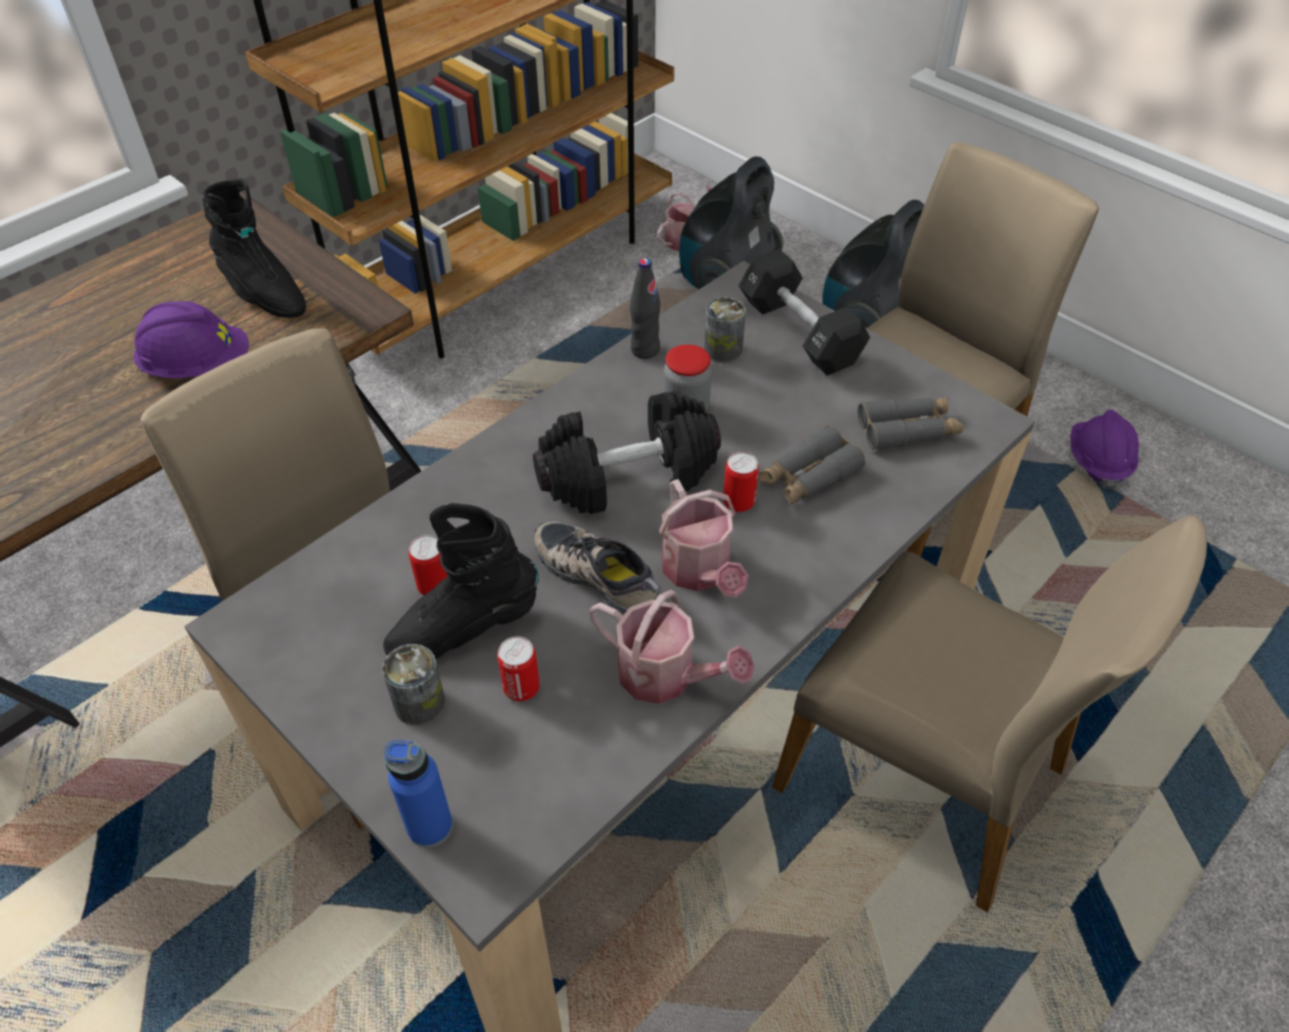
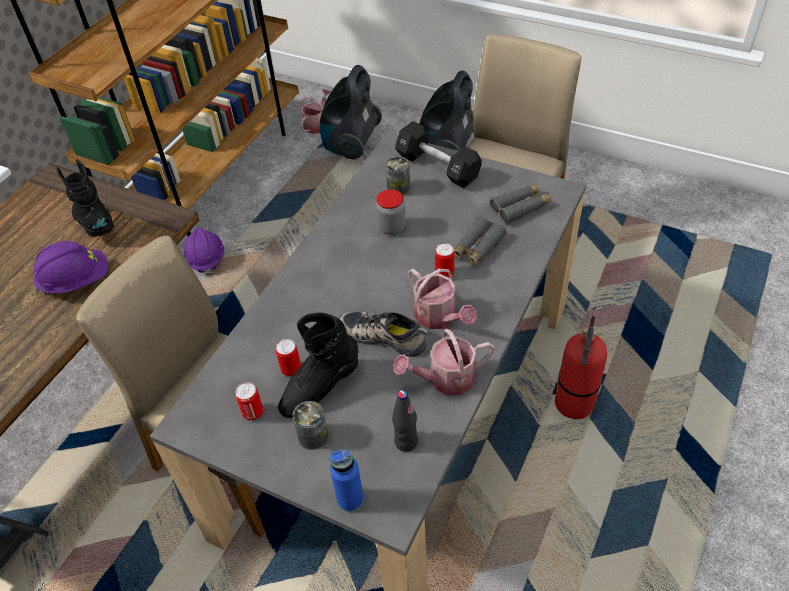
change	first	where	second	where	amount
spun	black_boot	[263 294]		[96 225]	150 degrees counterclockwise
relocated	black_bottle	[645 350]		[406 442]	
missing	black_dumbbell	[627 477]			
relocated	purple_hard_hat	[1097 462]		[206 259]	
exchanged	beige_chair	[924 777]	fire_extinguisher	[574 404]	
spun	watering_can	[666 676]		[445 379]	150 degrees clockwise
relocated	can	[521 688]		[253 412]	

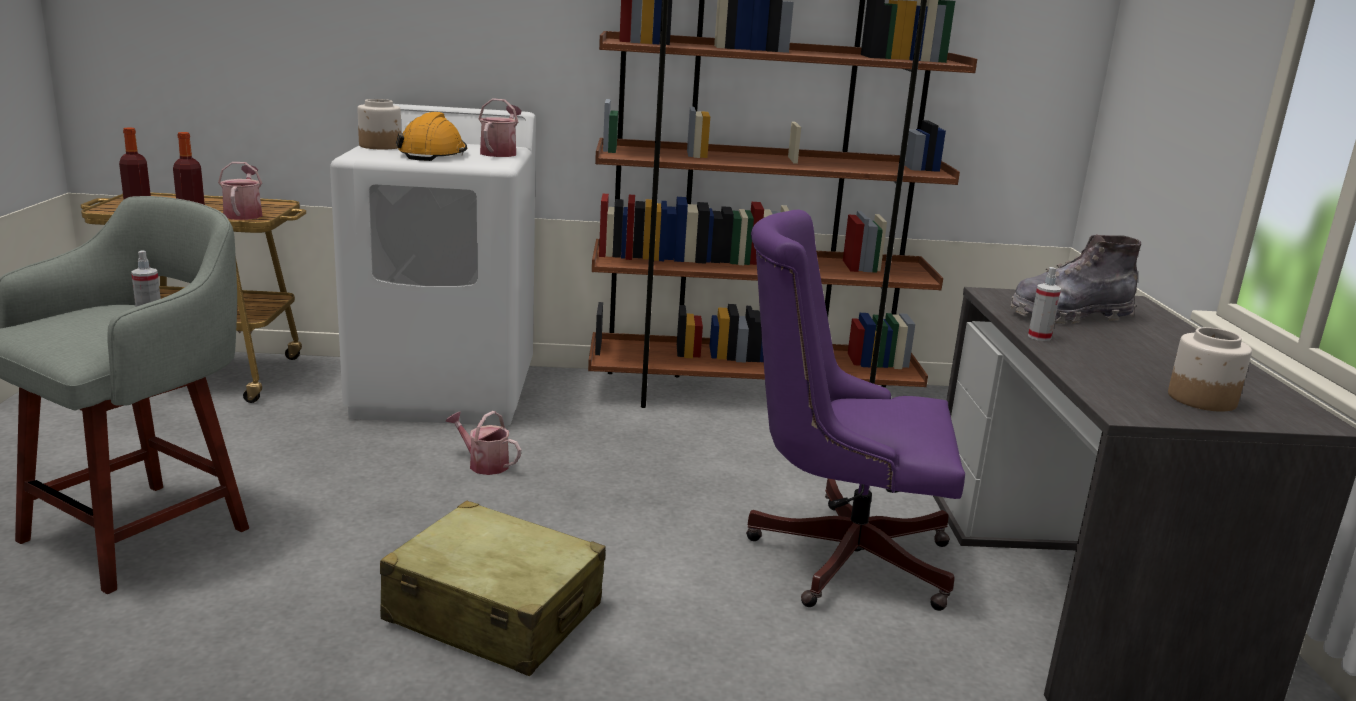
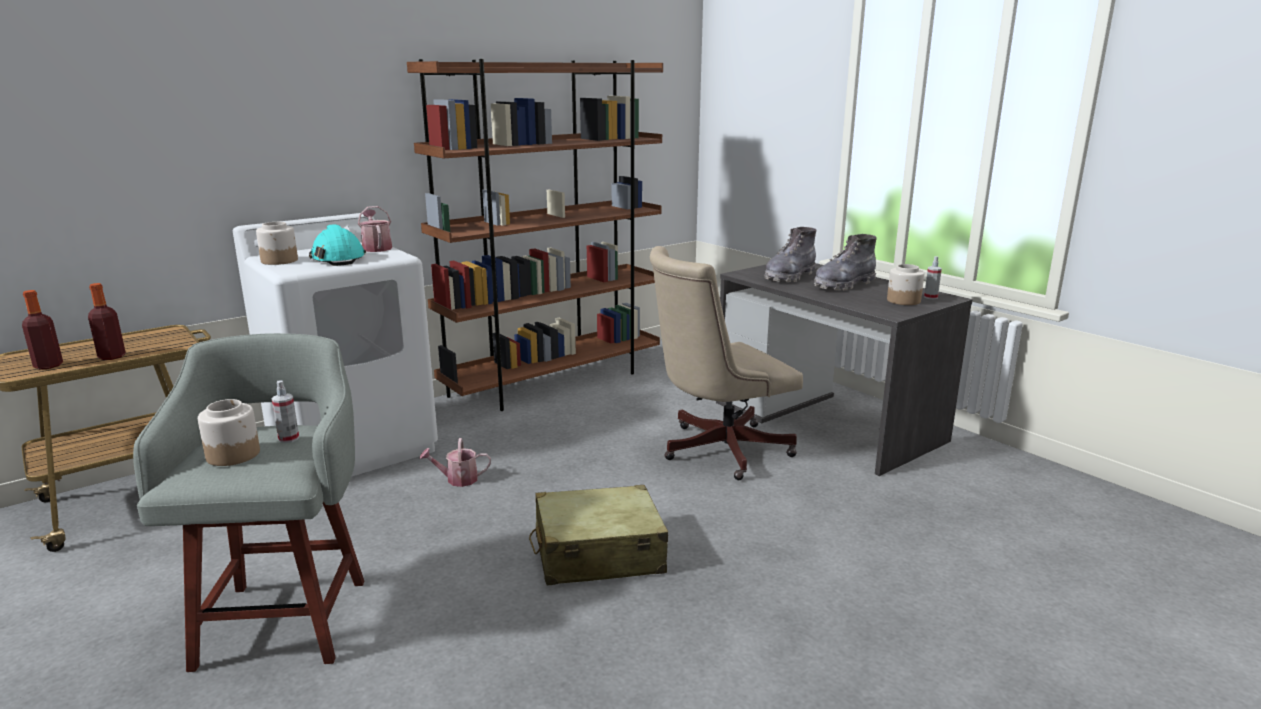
change	first	where	second	where	amount
colour	orange_hard_hat	[433 154]	turquoise_hard_hat	[337 259]	
missing	watering_can	[244 214]			
colour	purple_office_chair	[837 555]	beige_office_chair	[717 450]	
relocated	spray_bottle	[1039 337]		[930 297]	
appeared			grey_boot	[843 285]	
appeared			jar	[233 454]	

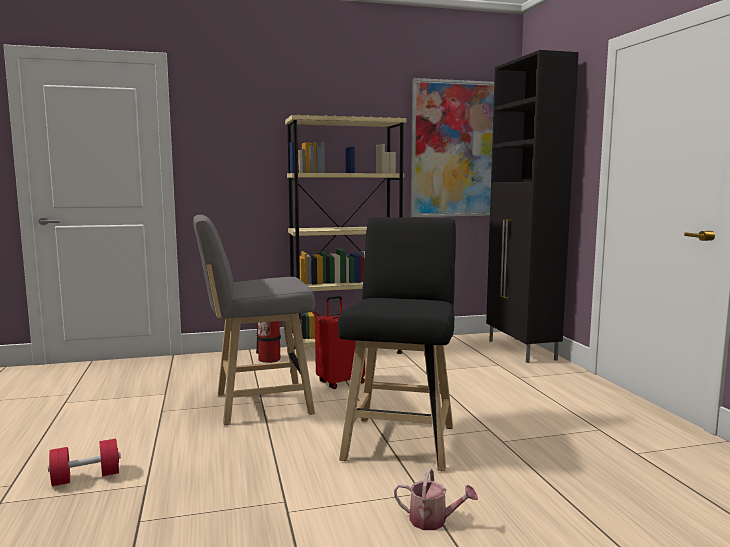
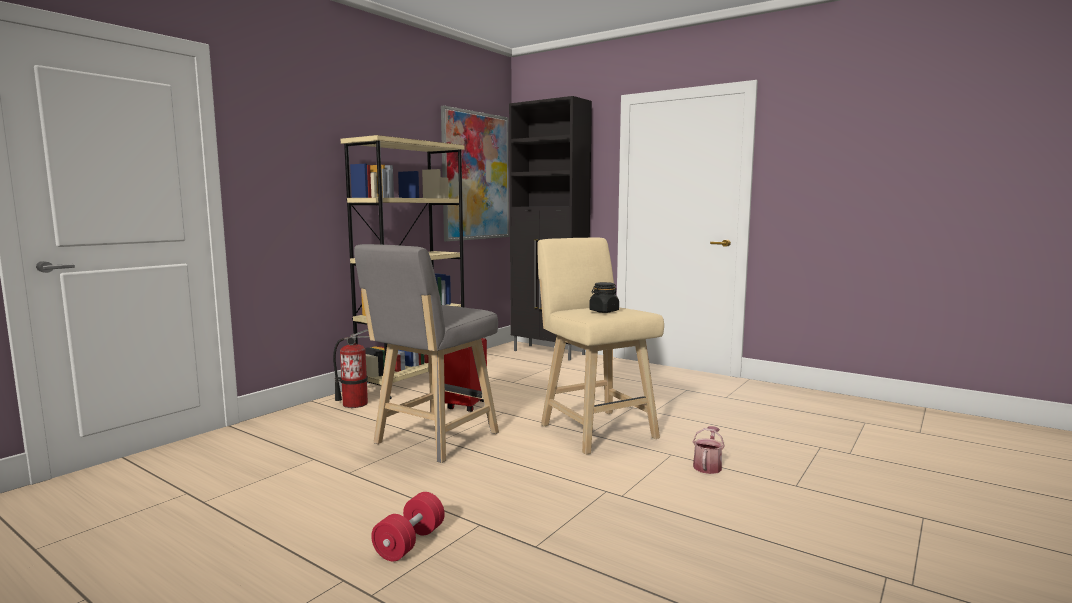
change	first	where	second	where	amount
colour	black_stool	[401 439]	beige_stool	[595 429]	
spun	watering_can	[433 521]		[708 465]	45 degrees counterclockwise
appeared			black_jar	[604 311]	

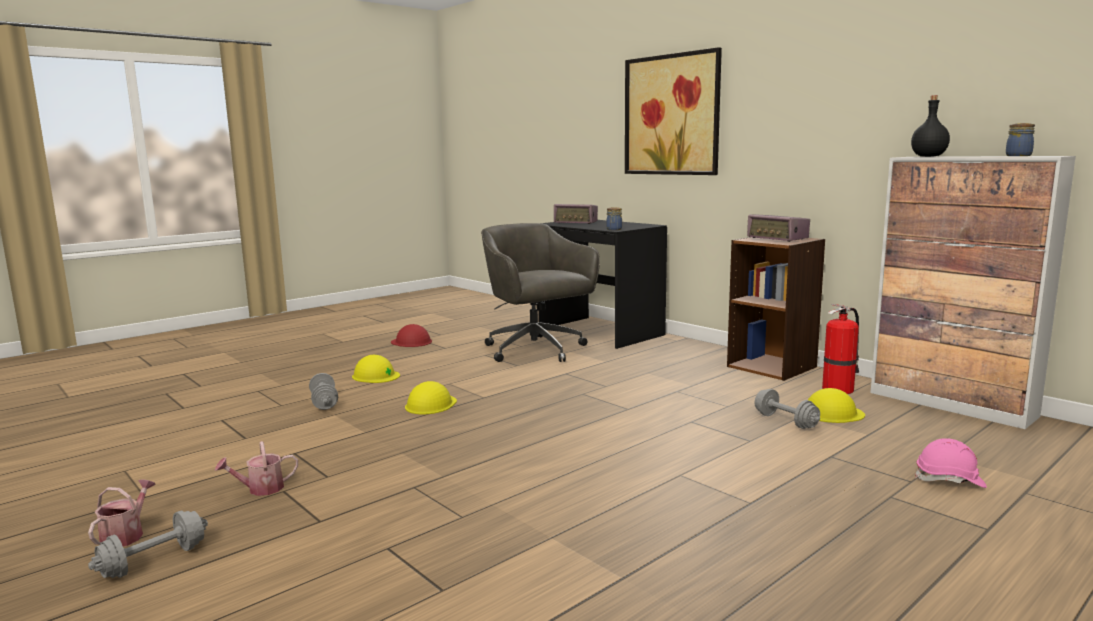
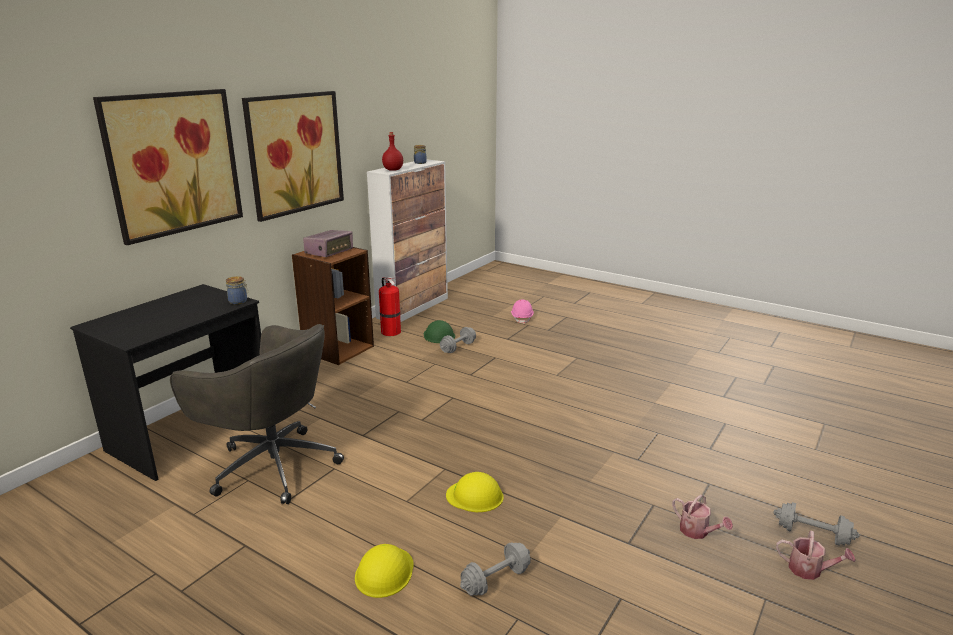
change	first	where	second	where	amount
colour	black_bottle	[928 156]	red_bottle	[392 170]	
missing	radio	[576 223]			
spun	grey_office_chair	[536 350]		[272 465]	105 degrees counterclockwise
missing	red_hard_hat	[411 342]			
colour	yellow_hard_hat	[832 413]	green_hard_hat	[439 335]	
spun	watering_can	[126 535]		[809 570]	150 degrees counterclockwise
appeared			picture	[295 153]	

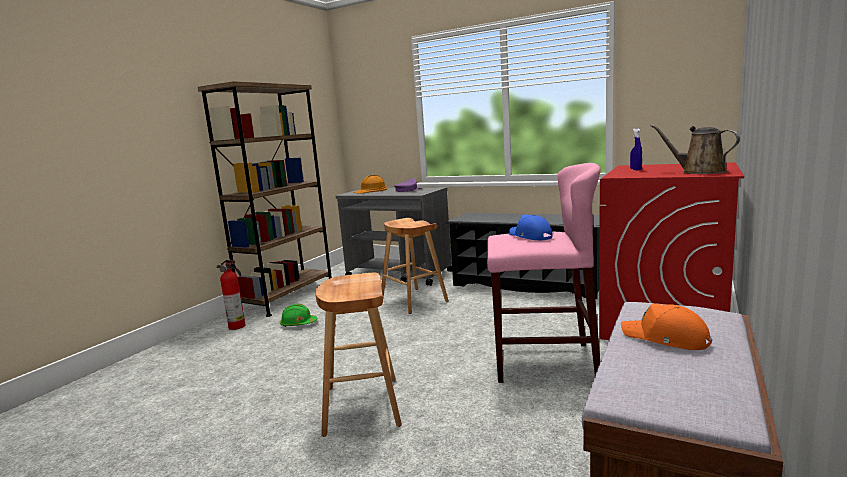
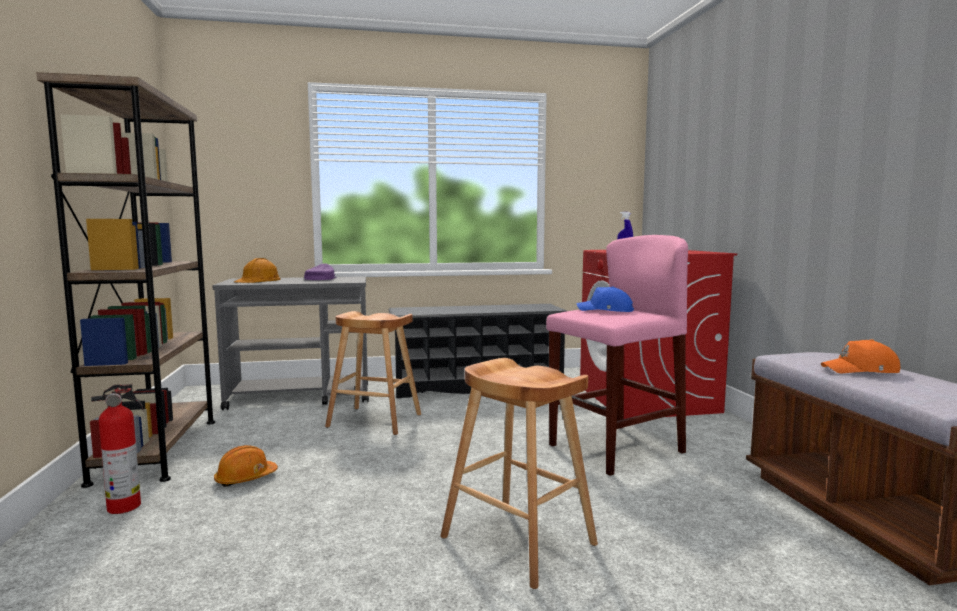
change	first	where	second	where	amount
missing	brown_watering_can	[698 172]			
colour	green_hard_hat	[298 324]	orange_hard_hat	[245 478]	

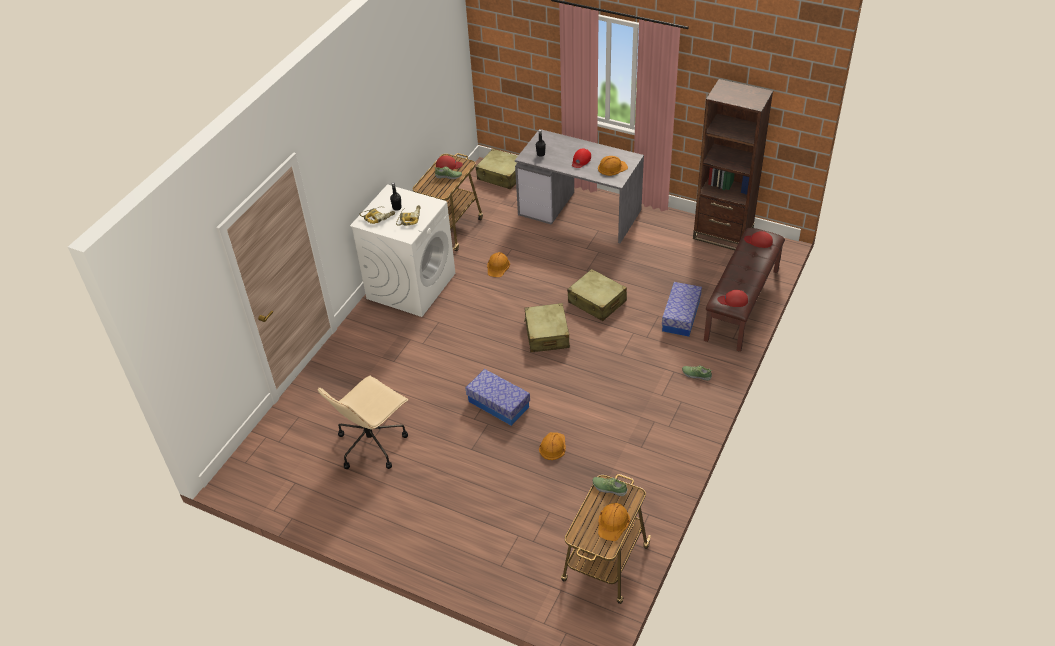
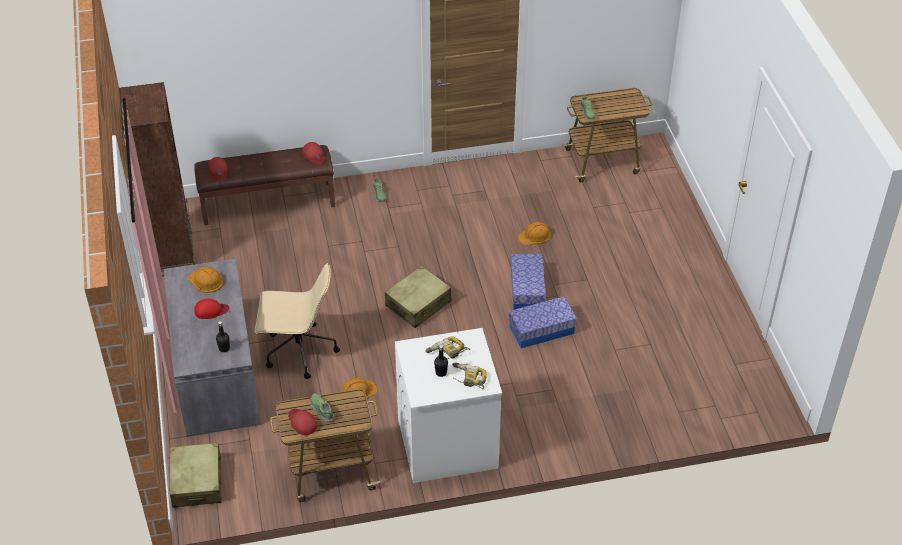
change	first	where	second	where	amount
missing	beige_suitcase	[597 302]			
relocated	storage_box	[681 316]		[541 330]	
relocated	beige_office_chair	[372 443]		[299 351]	
missing	orange_hard_hat	[613 522]			

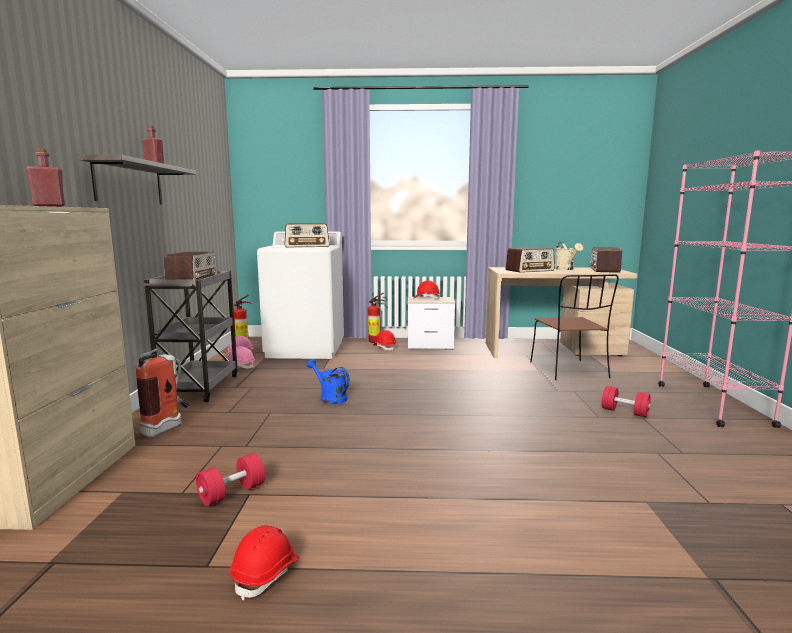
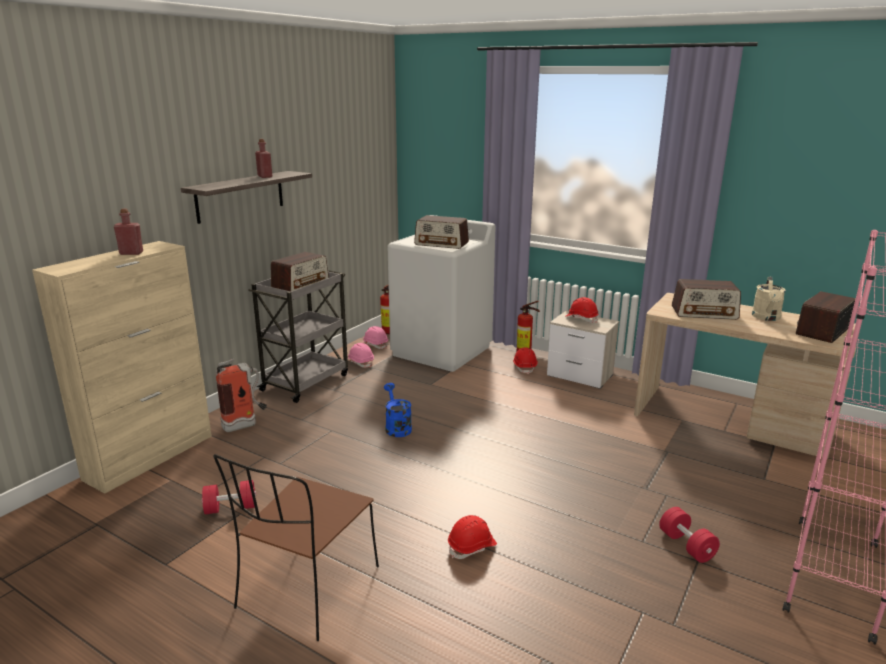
change	first	where	second	where	amount
relocated	brown_chair	[569 371]		[307 589]	
relocated	red_hard_hat	[266 573]		[472 547]	

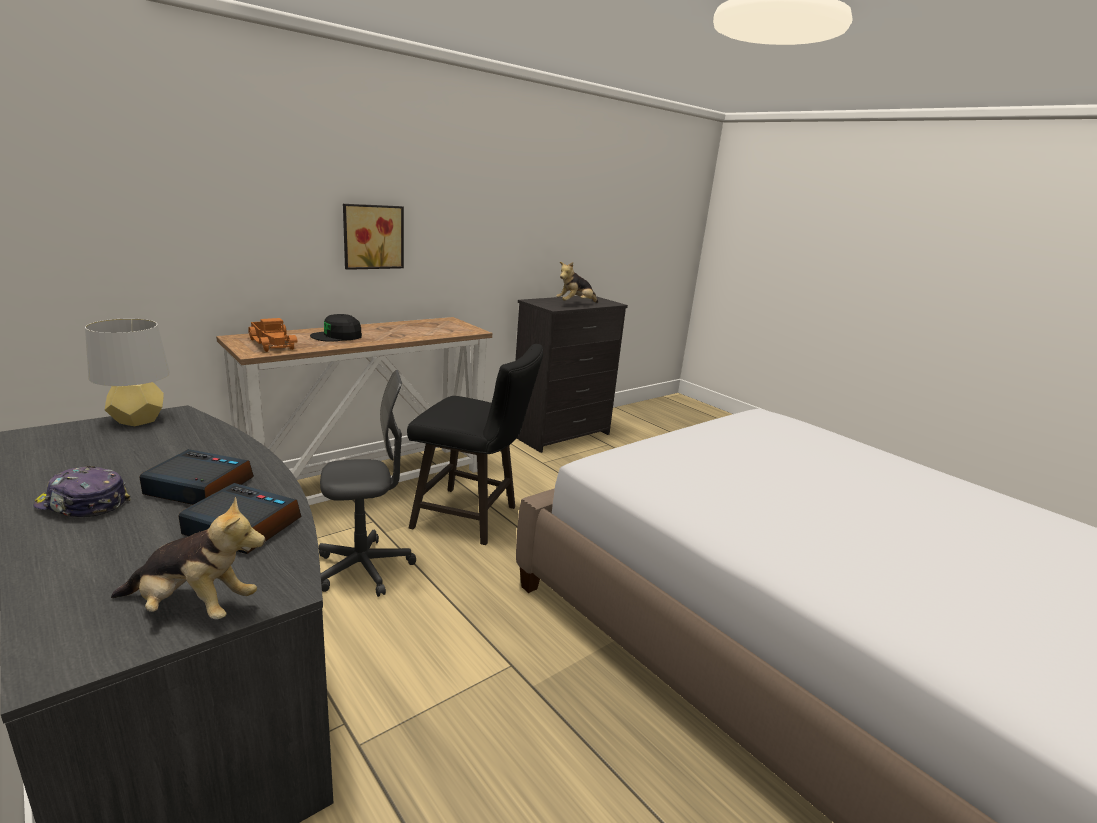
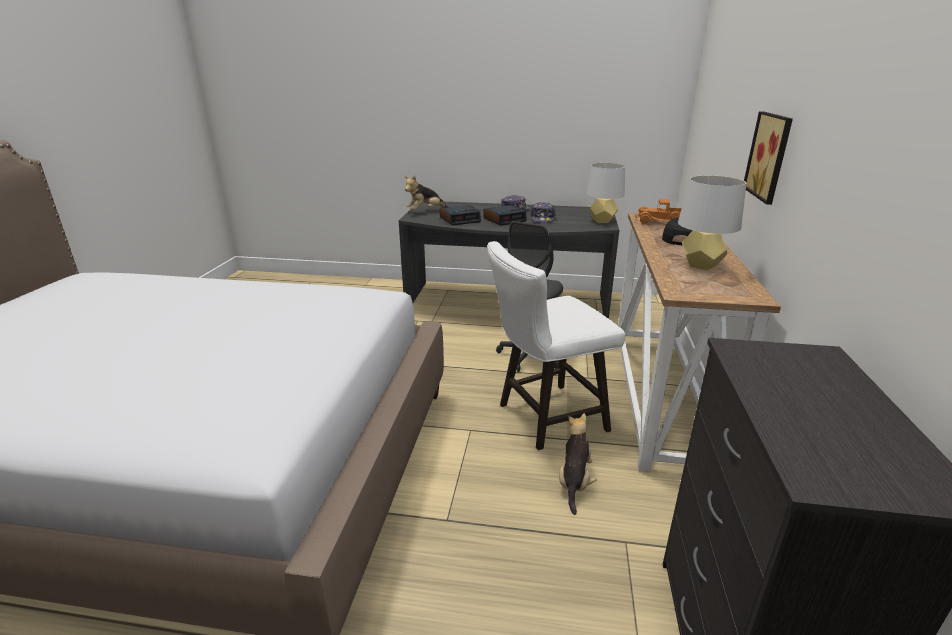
change	first	where	second	where	amount
relocated	plush_toy	[575 304]		[574 482]	
colour	black_stool	[472 518]	white_stool	[545 418]	
appeared			grey_table_lamp	[701 265]	
appeared			cap	[542 218]	

